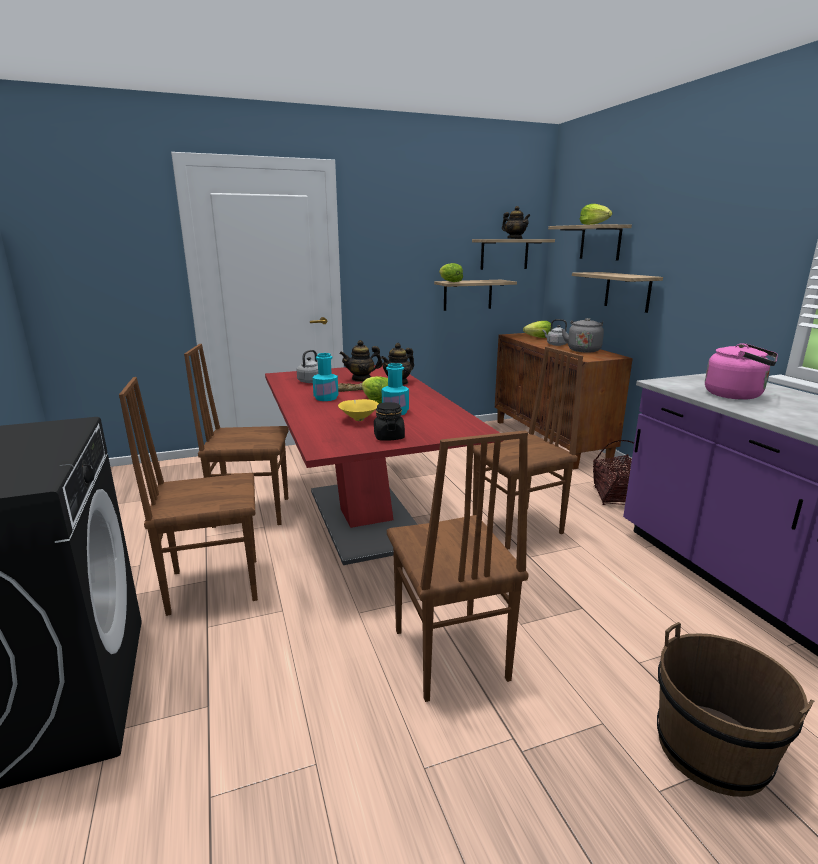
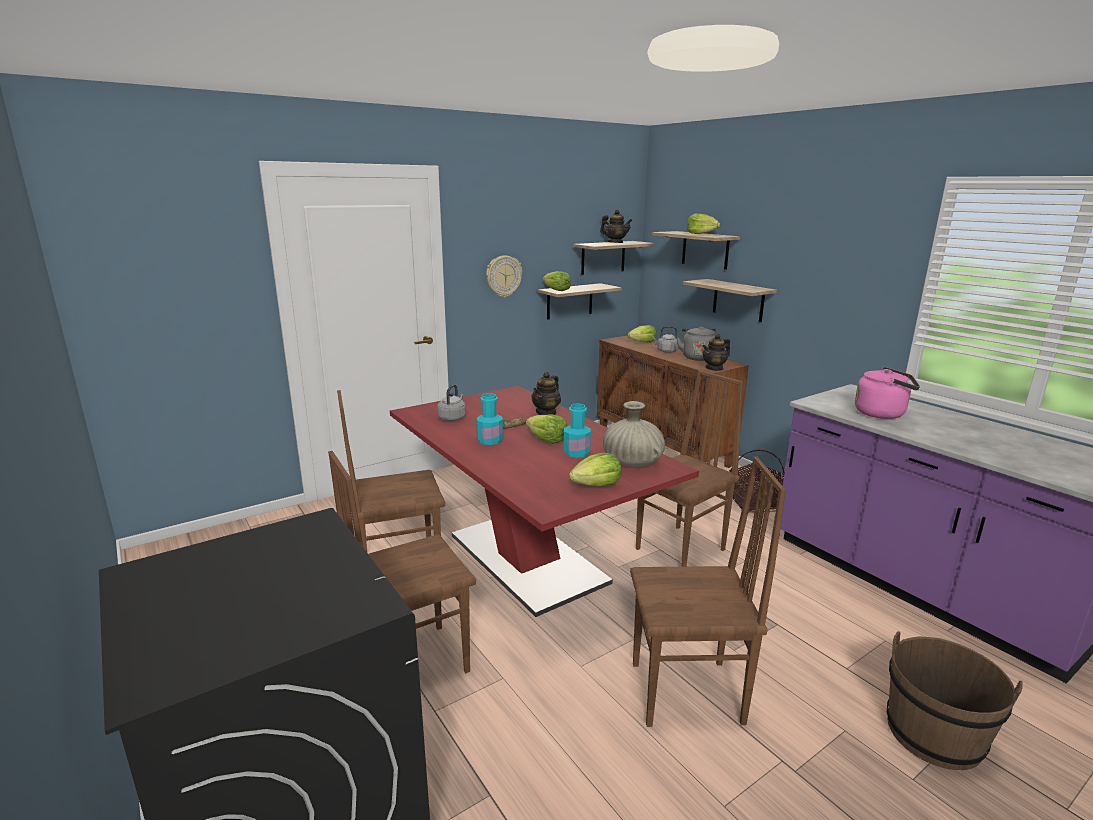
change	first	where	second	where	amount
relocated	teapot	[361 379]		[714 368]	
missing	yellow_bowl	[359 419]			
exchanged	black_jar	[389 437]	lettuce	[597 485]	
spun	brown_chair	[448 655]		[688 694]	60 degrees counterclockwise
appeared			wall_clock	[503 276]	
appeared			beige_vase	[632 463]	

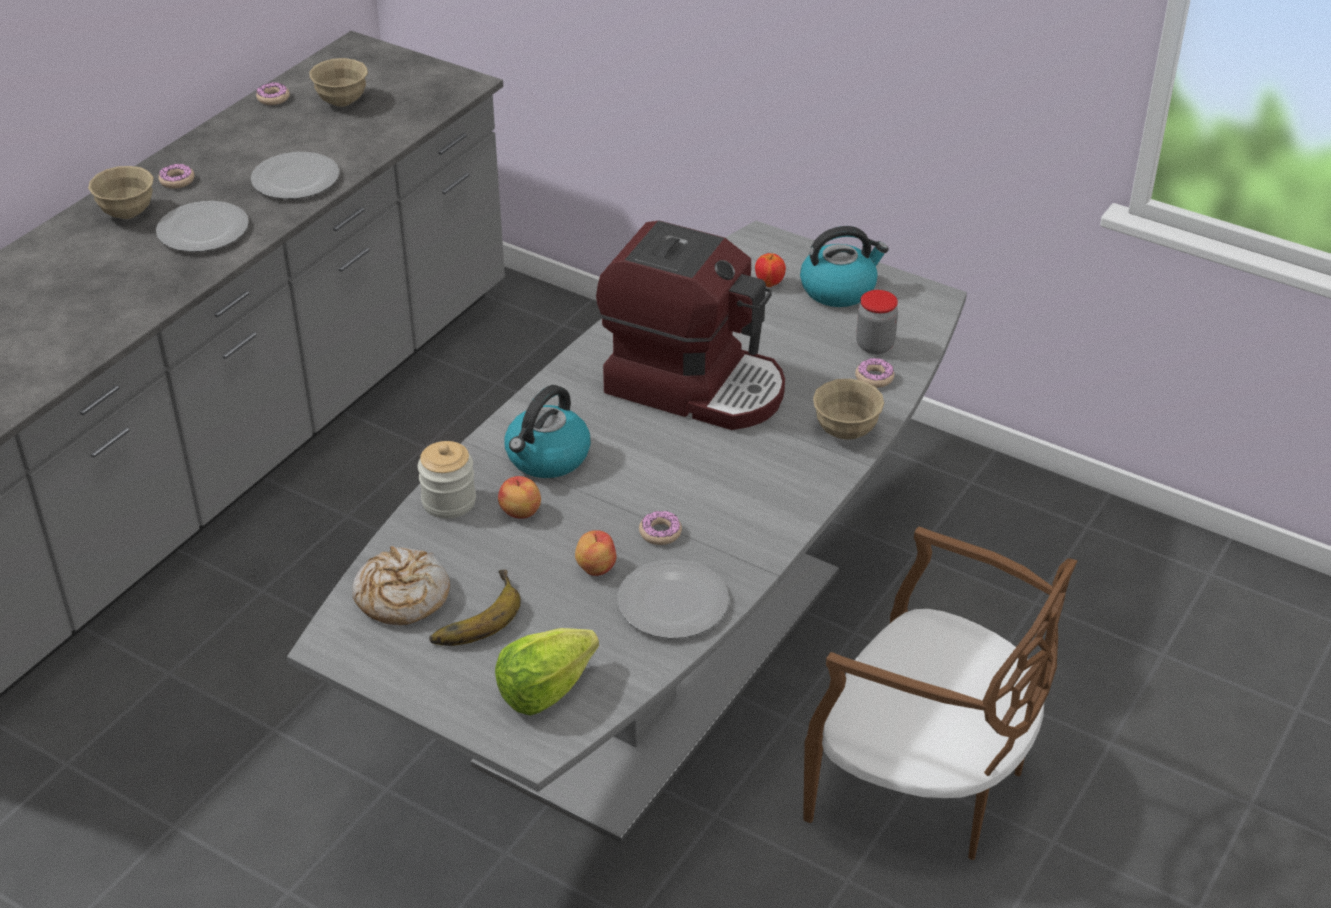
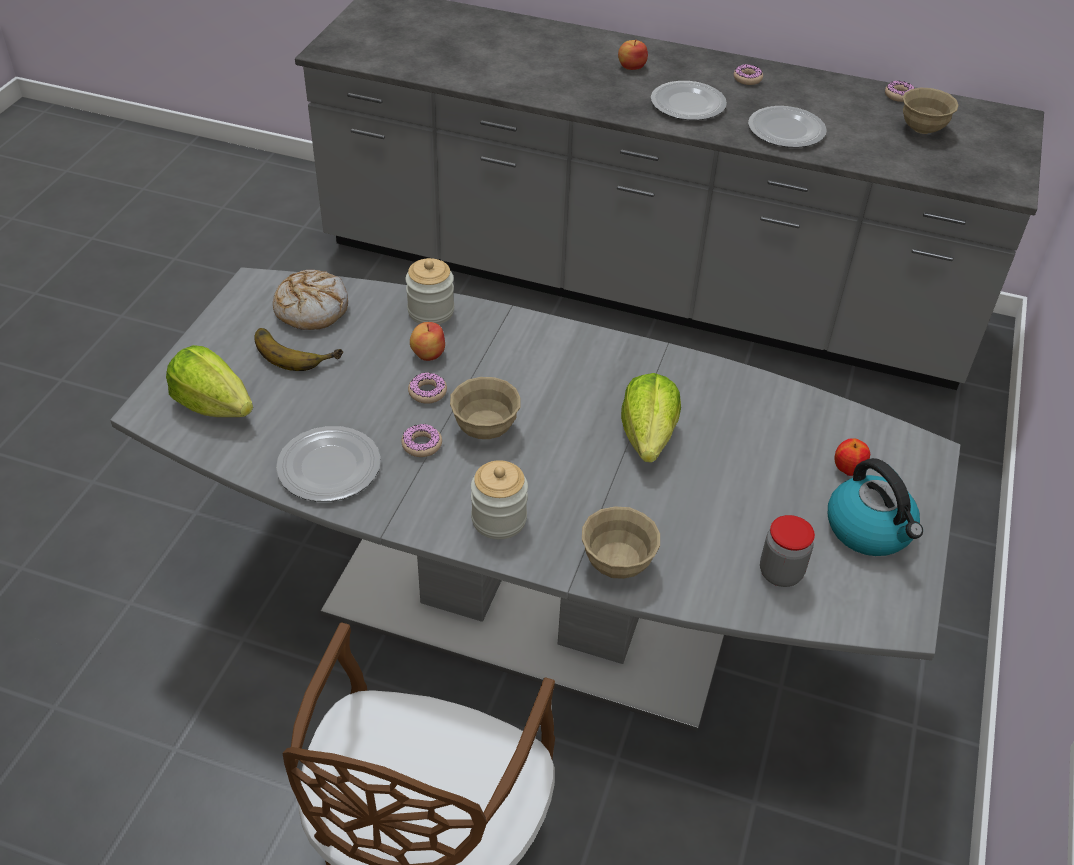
change	first	where	second	where	amount
relocated	beige_bowl	[127 213]		[485 429]	
exchanged	coffee_machine	[695 384]	lettuce	[648 437]	
relocated	donut	[874 378]		[427 392]	
missing	kettle	[547 458]			
relocated	apple	[595 567]		[631 66]	
appeared			jar	[499 519]	

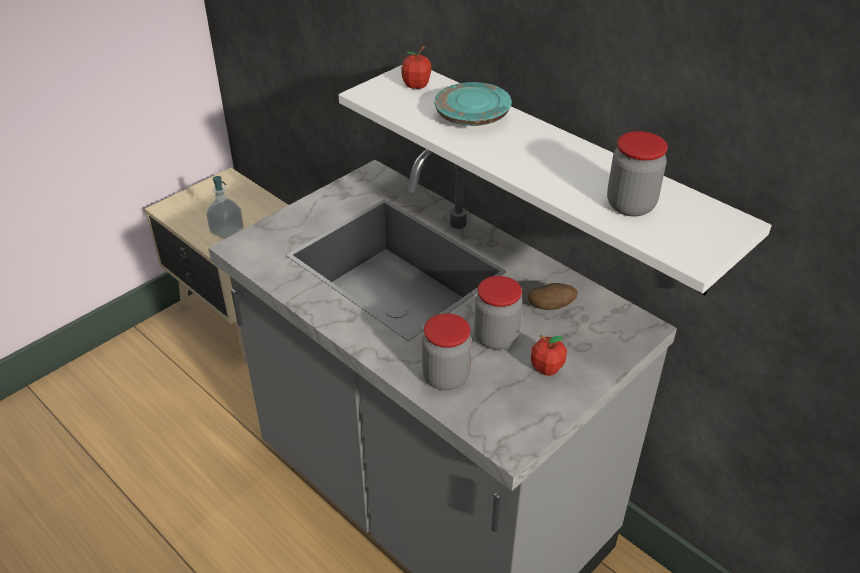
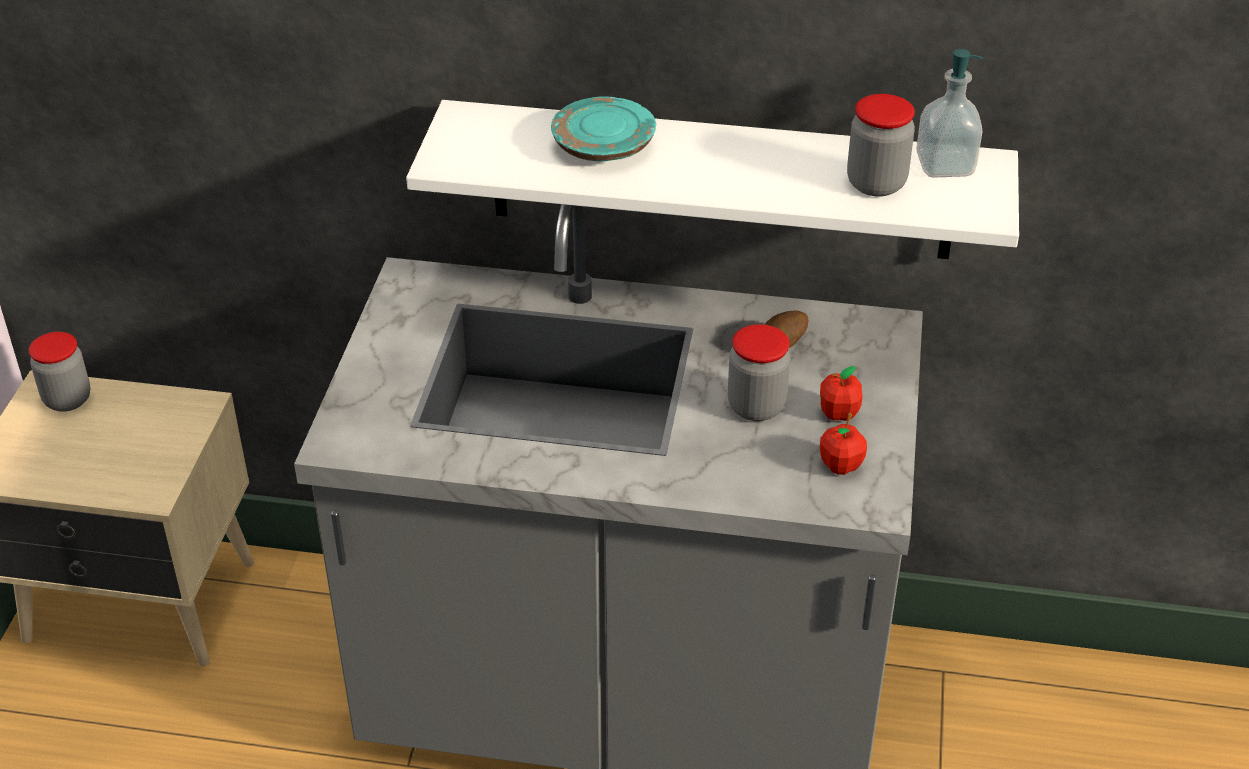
change	first	where	second	where	amount
relocated	apple	[416 85]		[841 466]	
relocated	soap_dispenser	[227 231]		[945 165]	
relocated	jar	[446 377]		[67 399]	

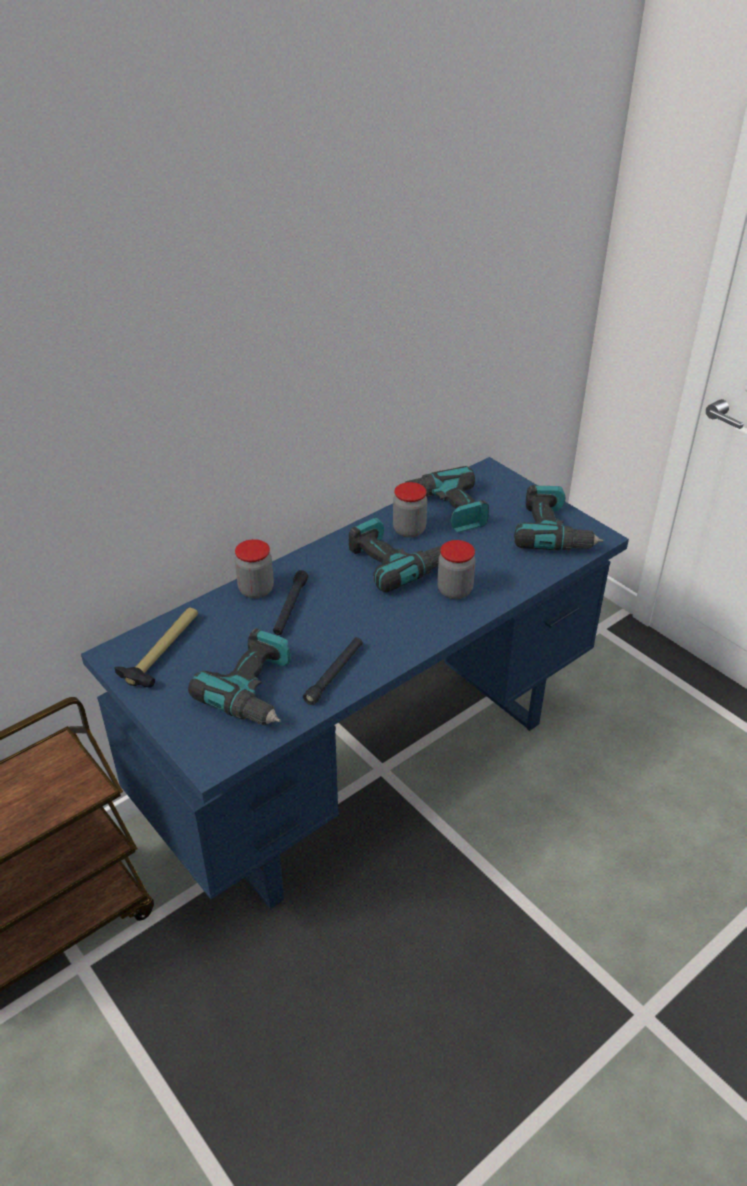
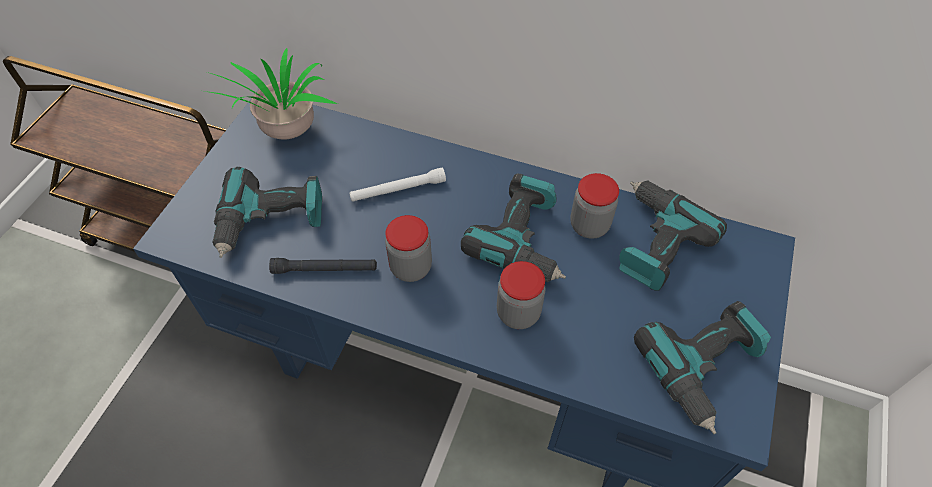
change	first	where	second	where	amount
relocated	jar	[256 590]		[411 267]	
colour	black_flashlight	[290 607]	white_flashlight	[398 190]	
exchanged	hammer	[163 650]	potted_plant	[288 135]	

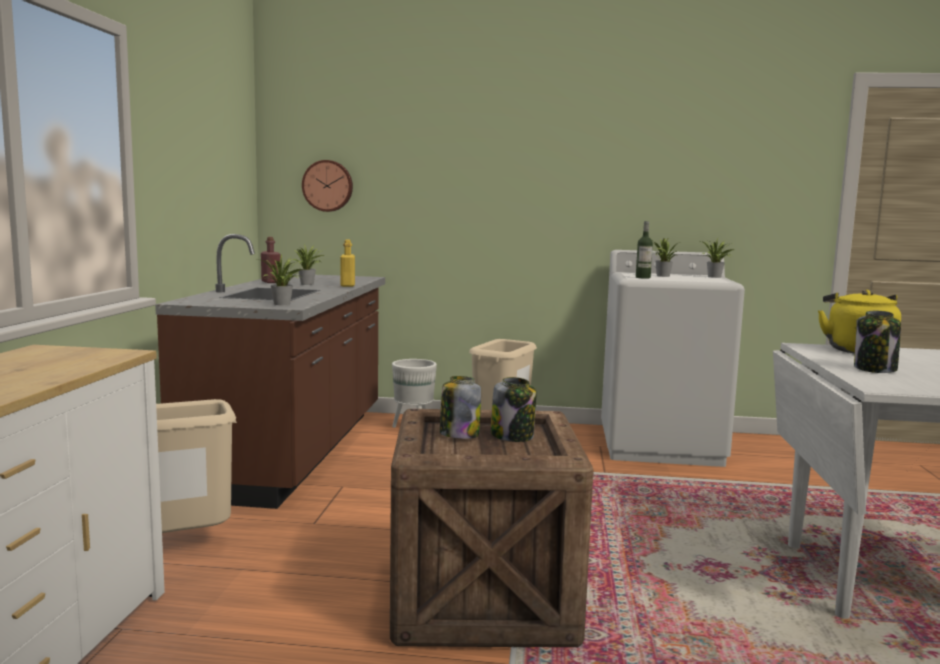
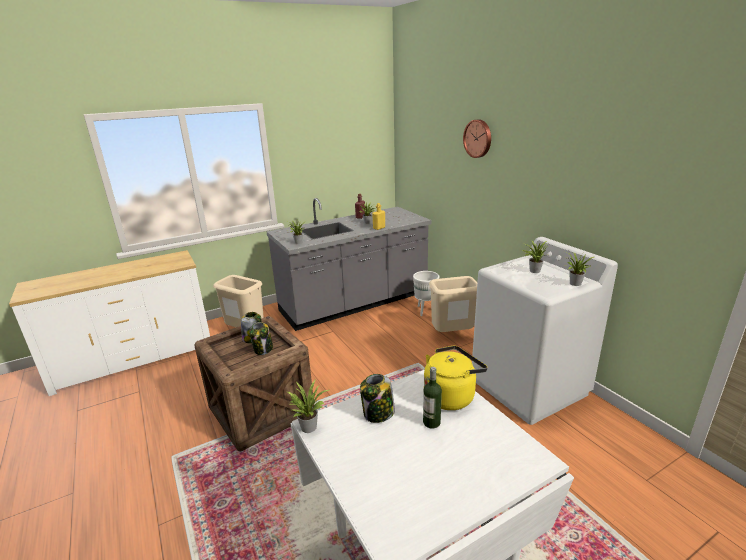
change	first	where	second	where	amount
relocated	wall_clock	[328 186]		[478 138]	
relocated	bottle	[643 277]		[431 422]	
colour	brown_counter	[293 451]	grey_counter	[354 303]	
appeared			potted_plant	[308 426]	

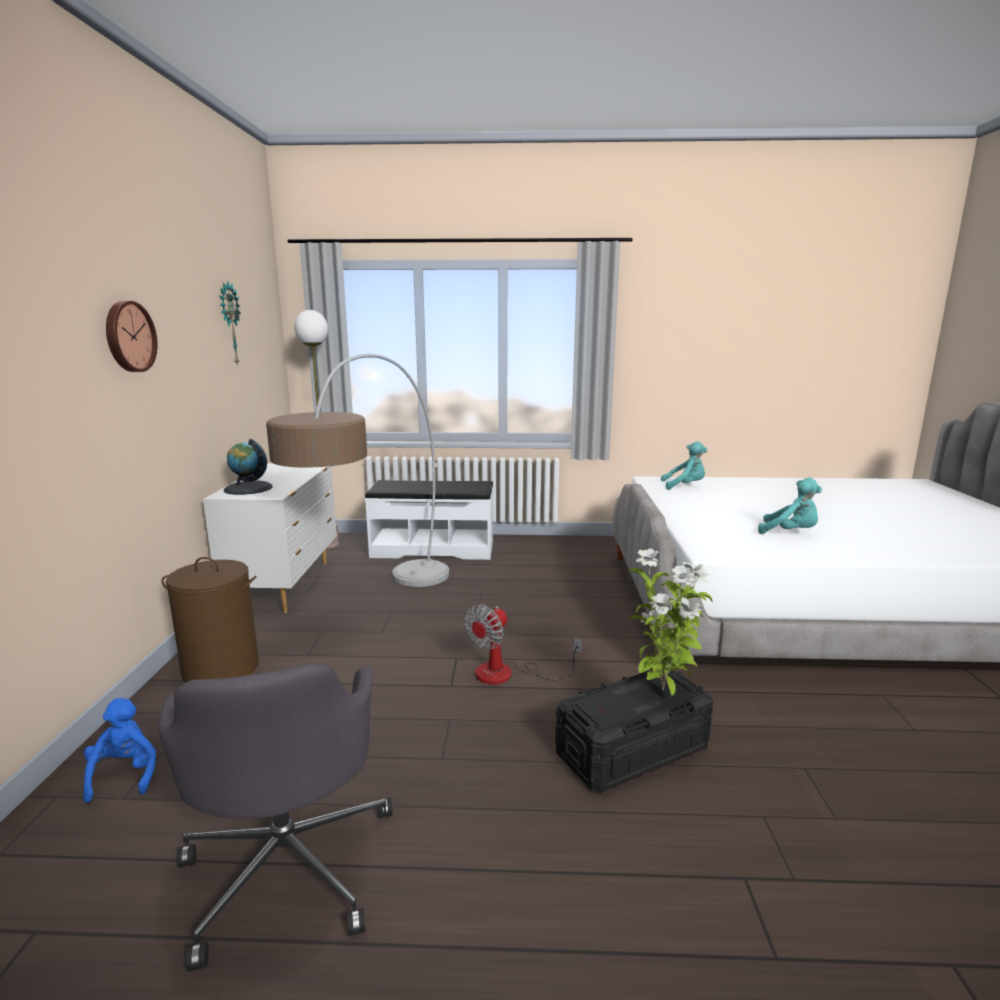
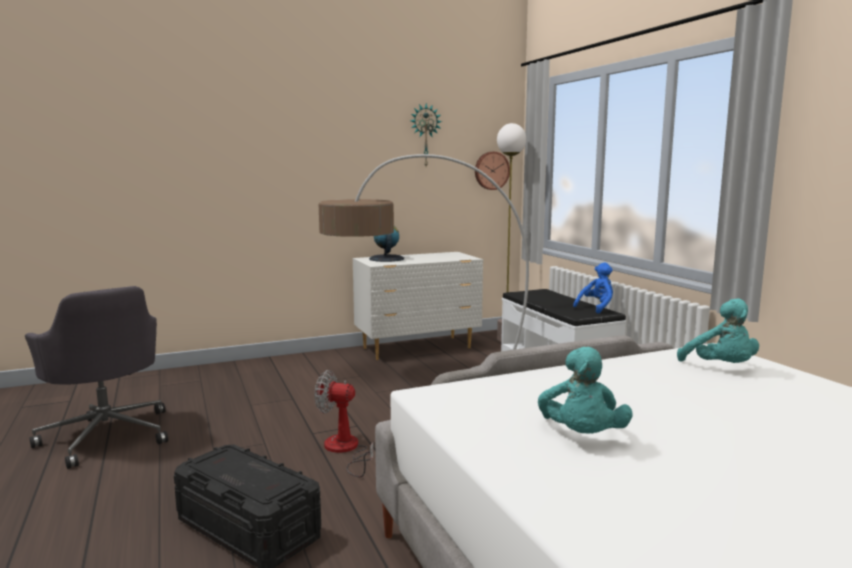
change	first	where	second	where	amount
relocated	wall_clock	[128 336]		[491 170]	
missing	potted_plant	[664 691]			
missing	brown_laundry_basket	[222 669]			
spun	grey_office_chair	[289 864]		[107 435]	90 degrees counterclockwise
relocated	blue_plush_toy	[125 775]		[596 307]	

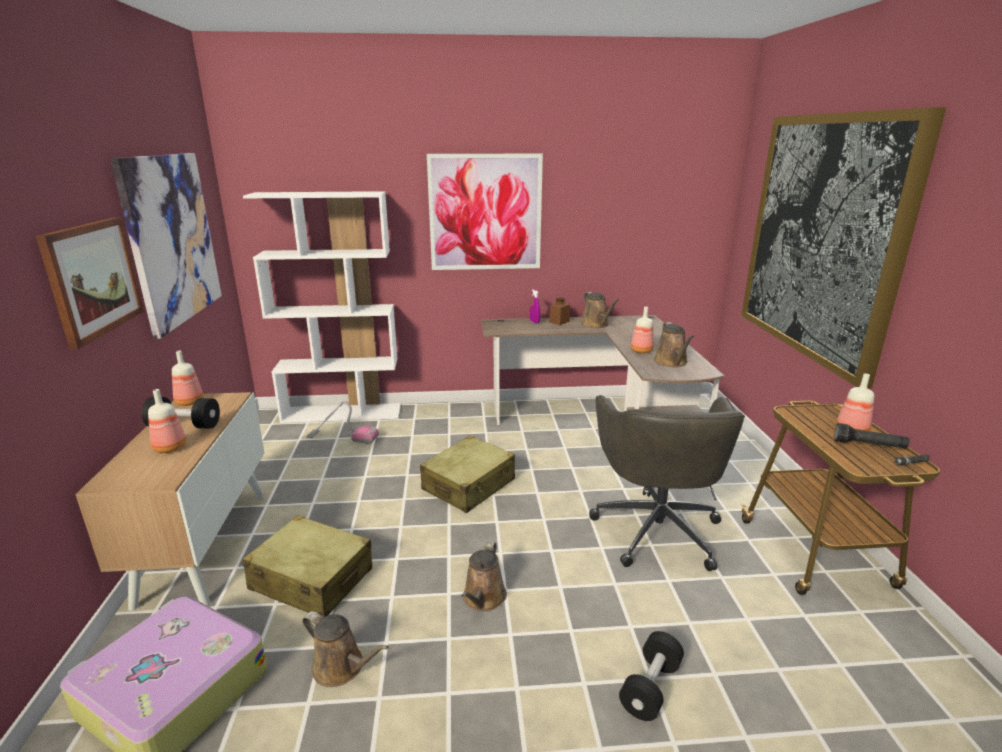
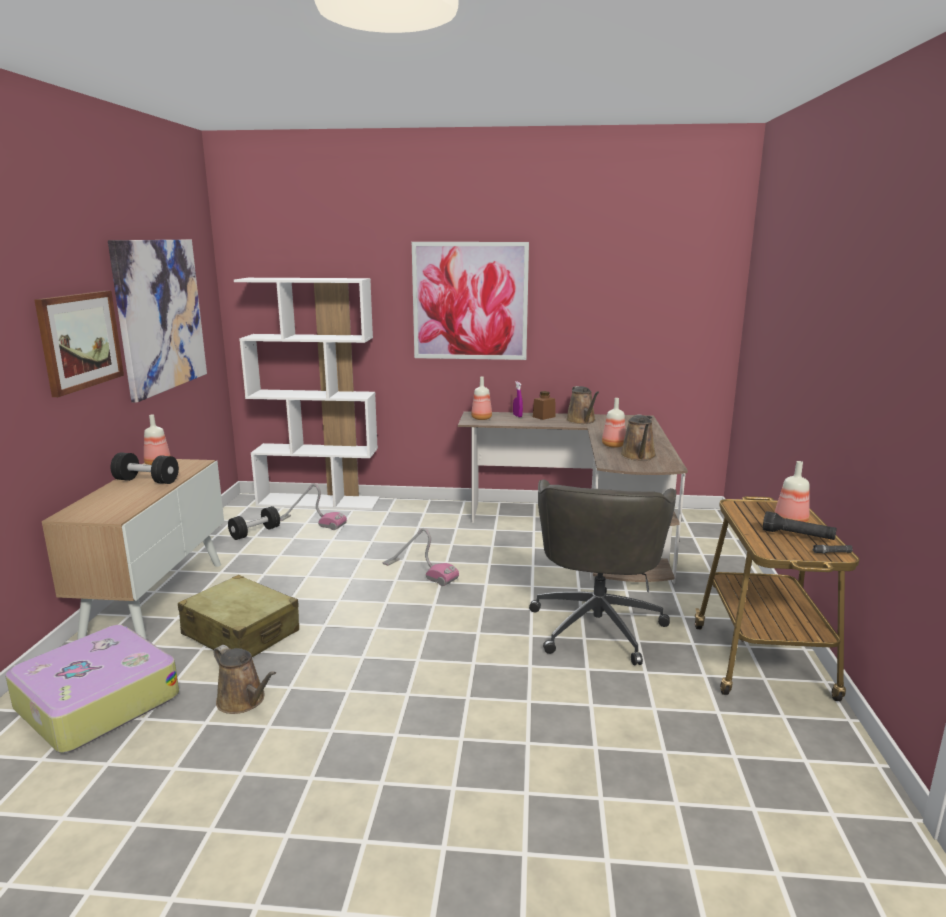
change	first	where	second	where	amount
missing	picture	[823 238]			
relocated	bottle	[169 448]		[481 418]	
exchanged	beige_suitcase	[469 485]	vacuum_cleaner	[419 572]	
missing	brown_watering_can	[483 599]			
relocated	black_dumbbell	[650 687]		[255 533]	

